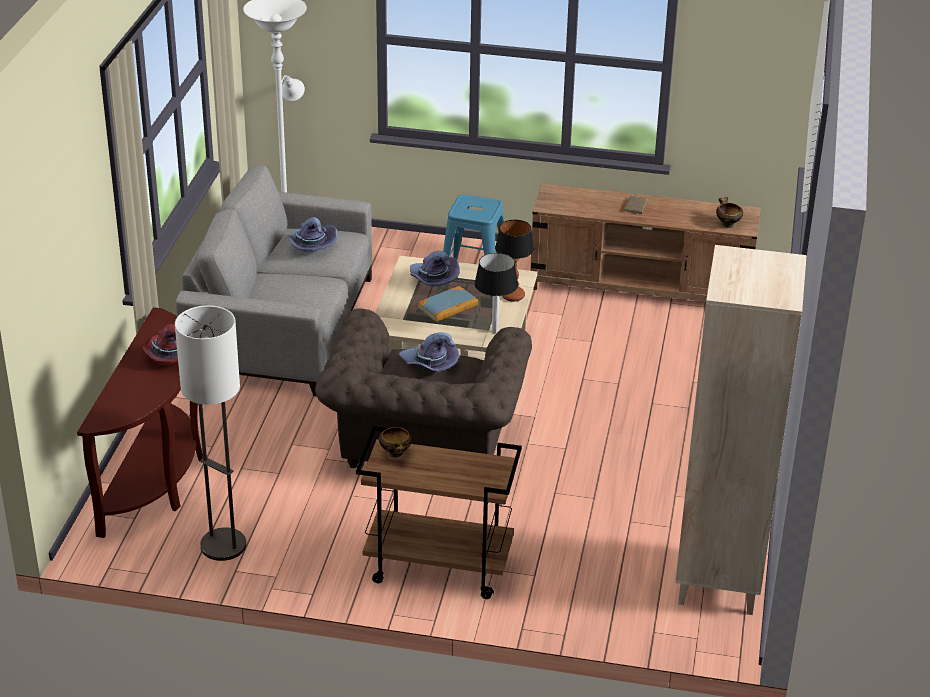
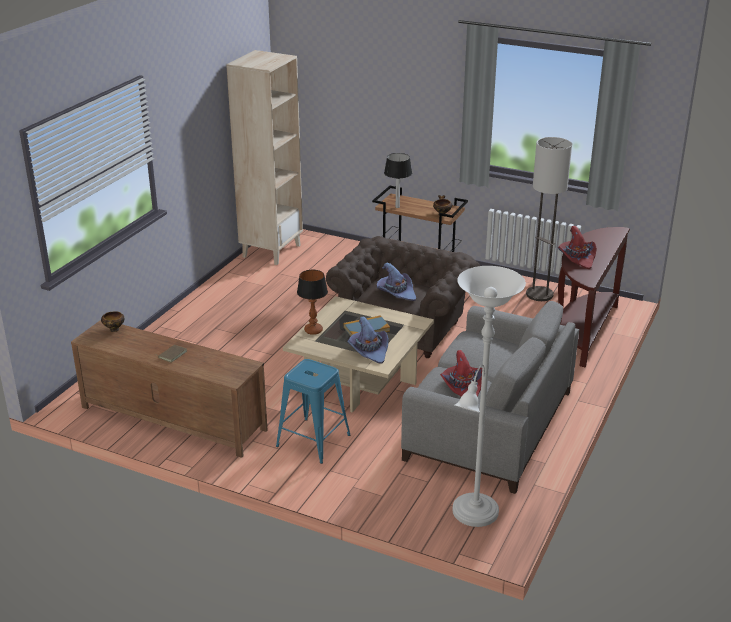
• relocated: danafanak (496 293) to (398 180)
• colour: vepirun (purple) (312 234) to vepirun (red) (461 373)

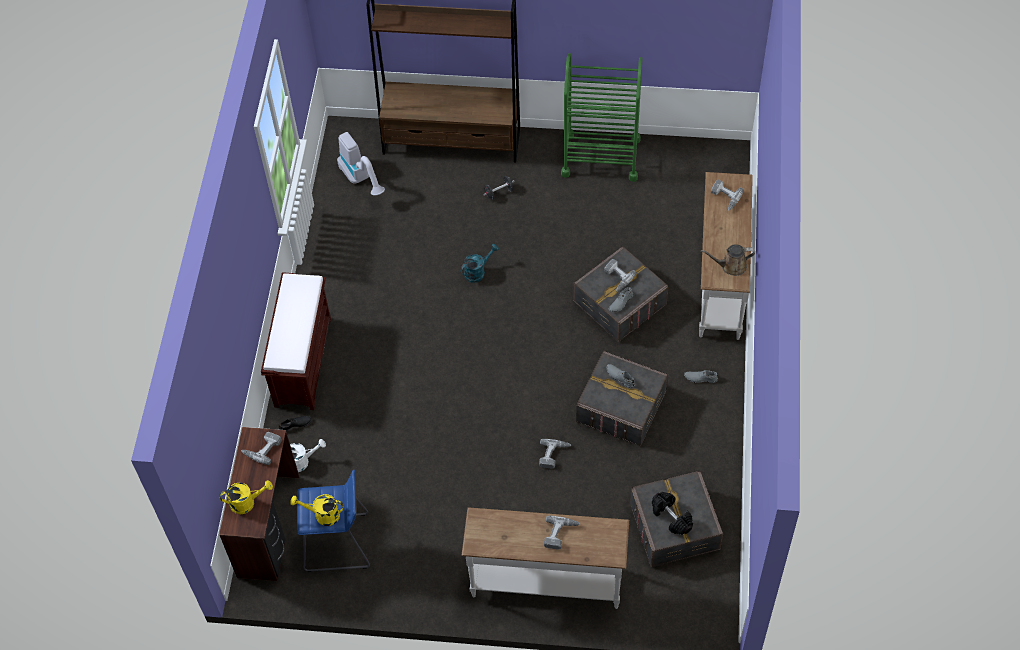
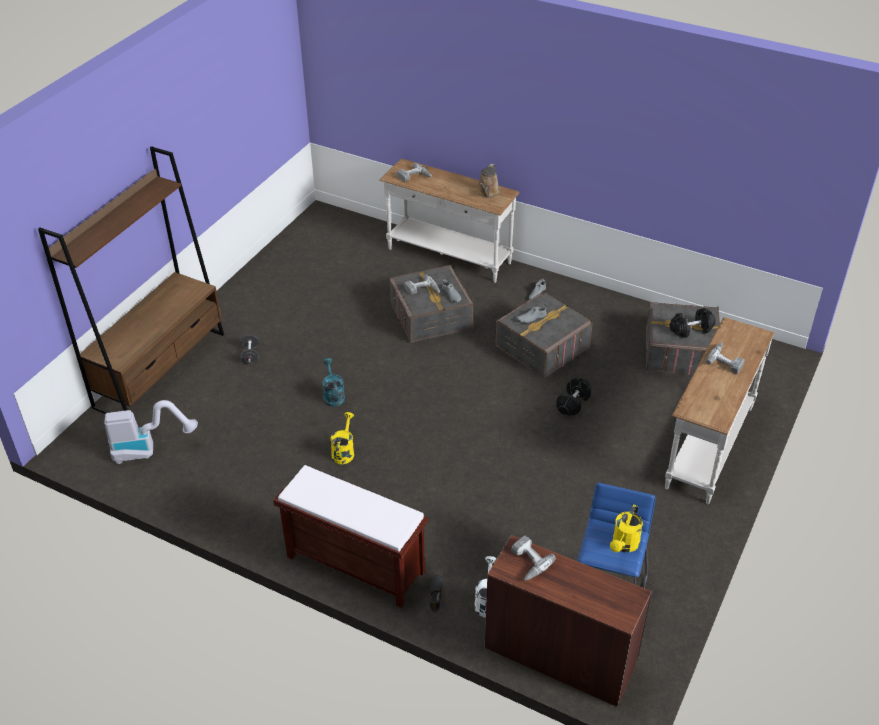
• missing: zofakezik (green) (602 117)
• relocated: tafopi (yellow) (246 497) to (342 438)
• exchanged: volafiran (555 453) to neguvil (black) (573 396)

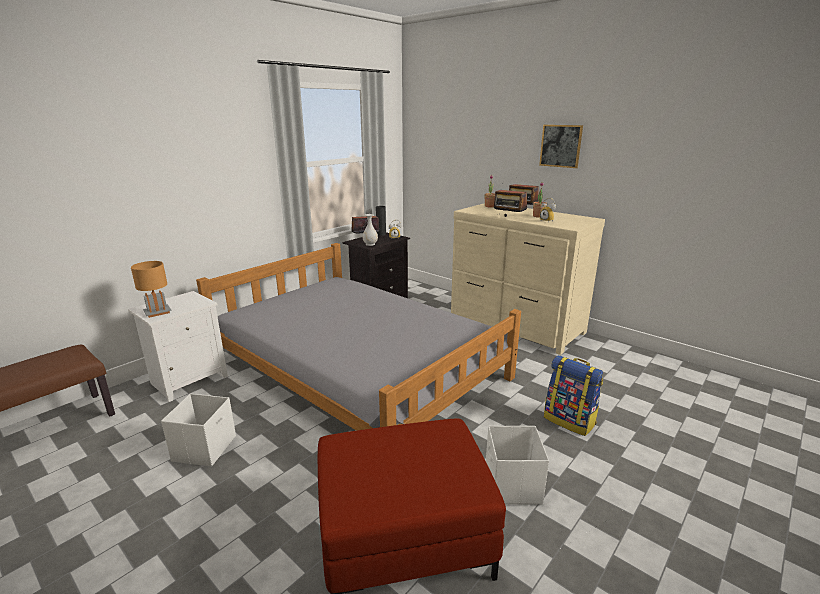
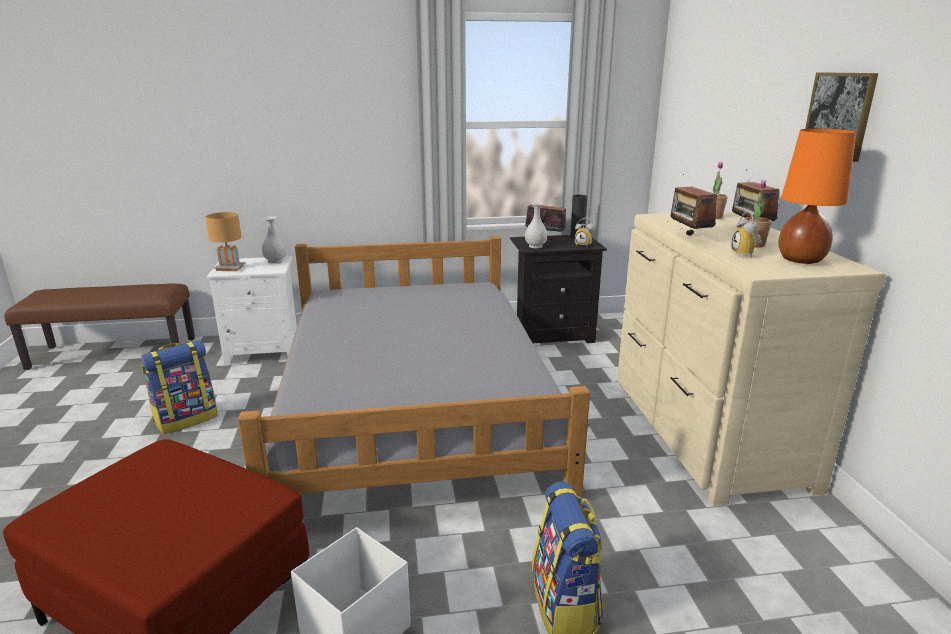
• appeared: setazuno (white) (274 239)
• appeared: danafanak (orange) (817 196)
• exchanged: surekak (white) (198 429) to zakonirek (179 387)

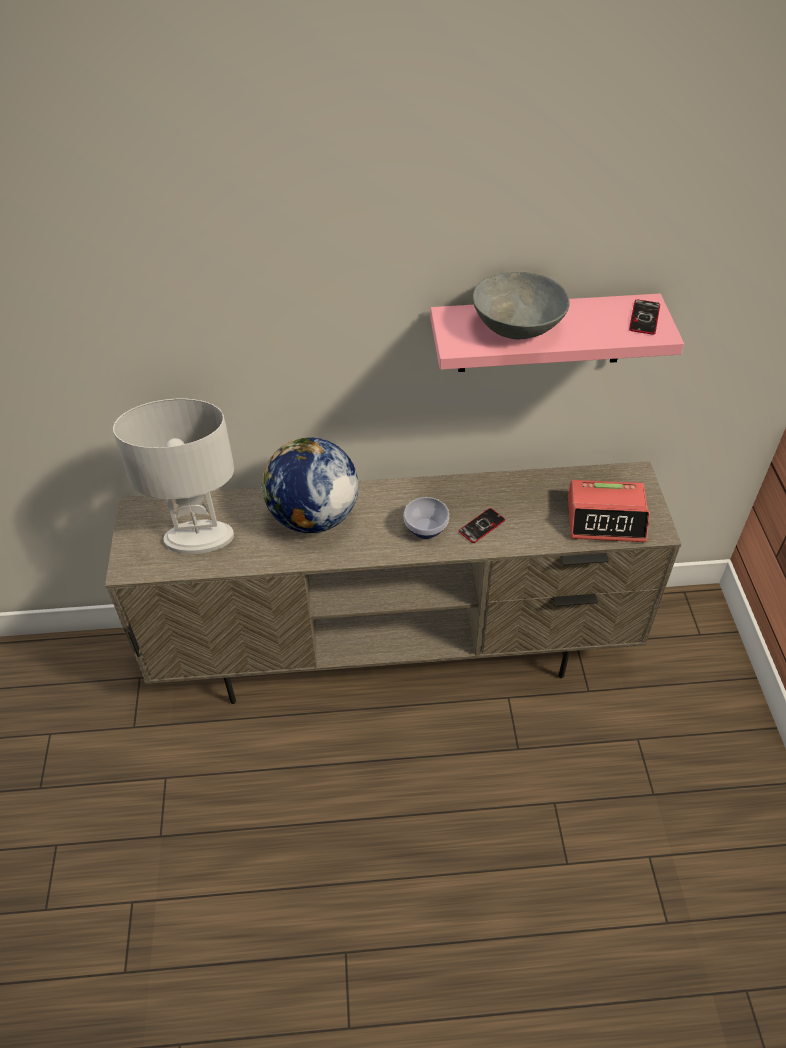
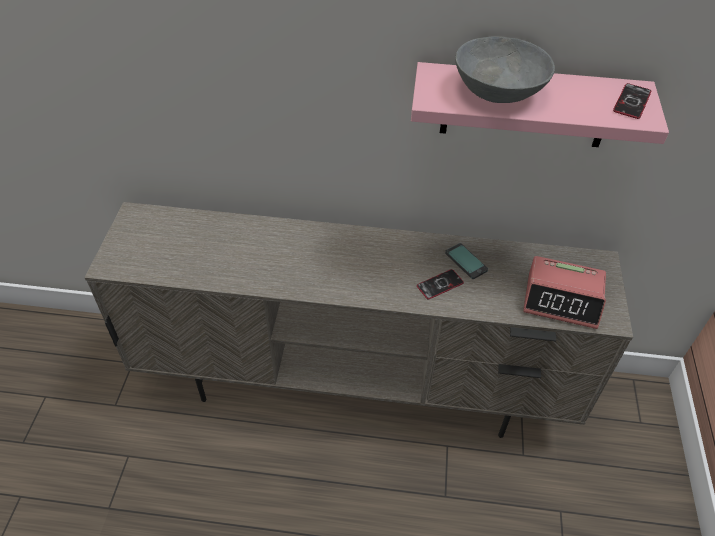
• missing: danafanak (white) (173 476)
• missing: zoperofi (310 485)
• missing: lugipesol (426 518)
• appeared: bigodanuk (466 261)

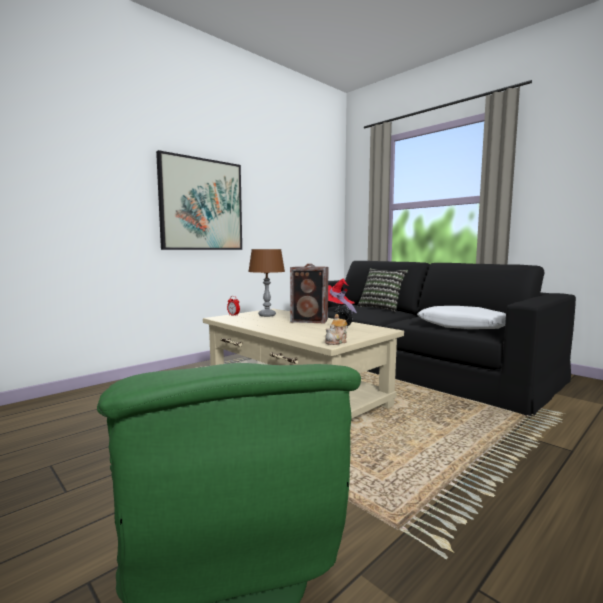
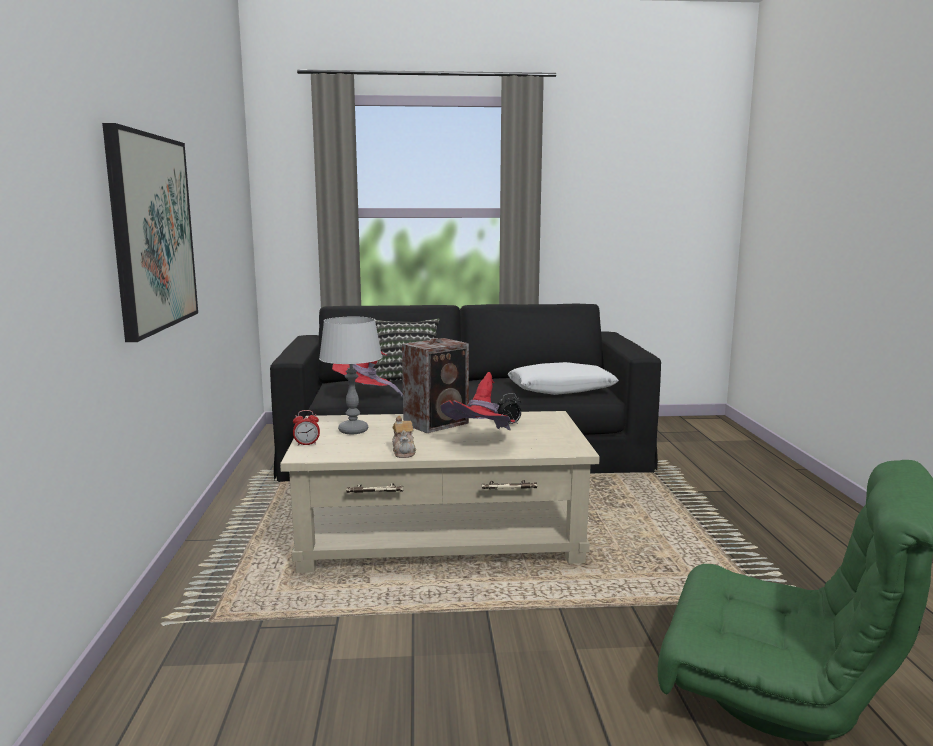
• appeared: vepirun (red) (477 401)
• relocated: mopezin (336 329) to (404 437)
• colour: danafanak (brown) (266 283) to danafanak (grey) (350 375)

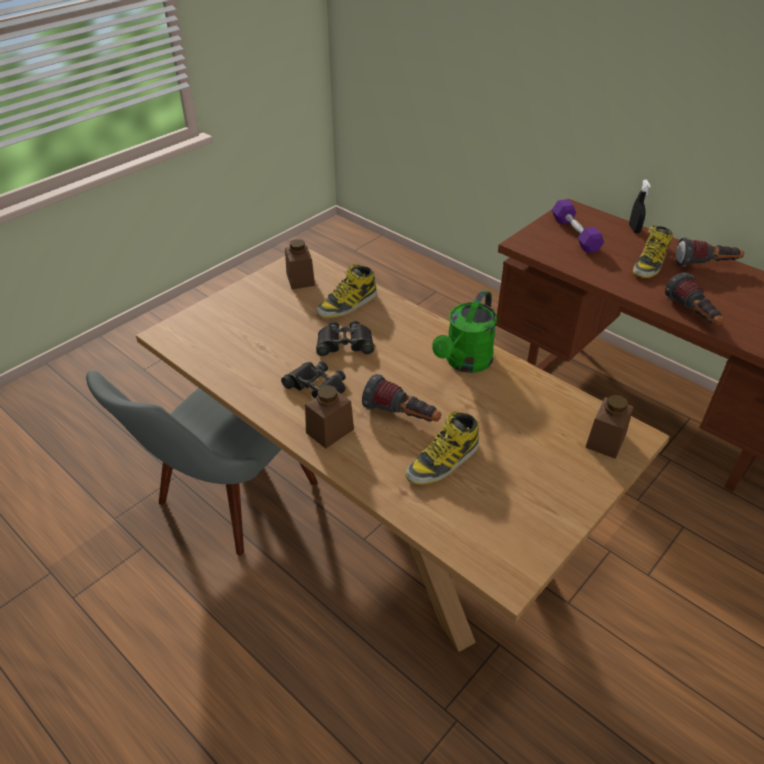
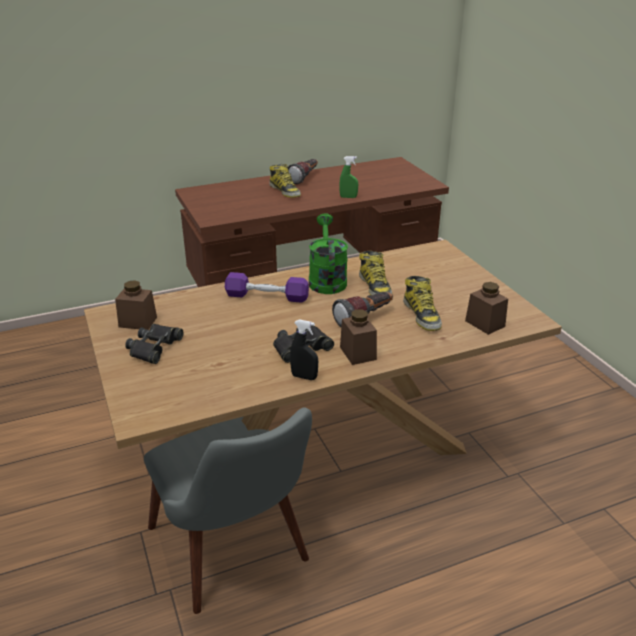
• relocated: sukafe (346 291) to (375 273)
• relocated: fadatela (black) (345 338) to (154 344)
• relocated: neguvil (purple) (578 226) to (267 287)
• relocated: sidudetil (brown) (609 427) to (486 308)
• relocated: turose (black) (640 206) to (304 349)
• exchanged: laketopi (694 298) to turose (green) (348 177)
• spun: tafopi (green) (464 331) = (328 253) 150 degrees counterclockwise

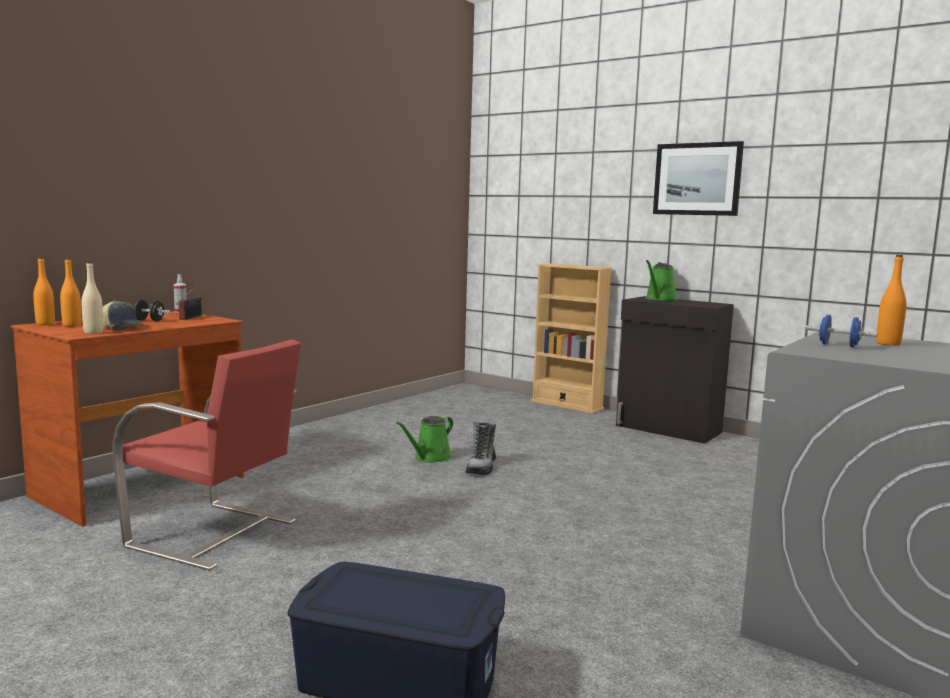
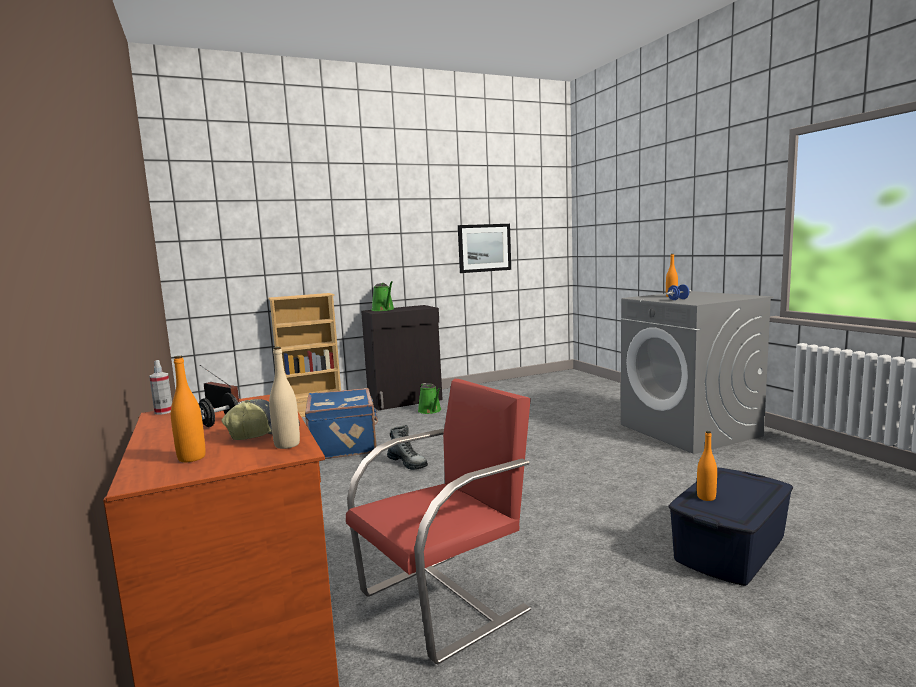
• appeared: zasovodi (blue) (341 423)
• relocated: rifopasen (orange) (44 291) to (707 466)
• relocated: tafopi (green) (424 439) to (429 398)
• relocated: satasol (698 178) to (484 248)

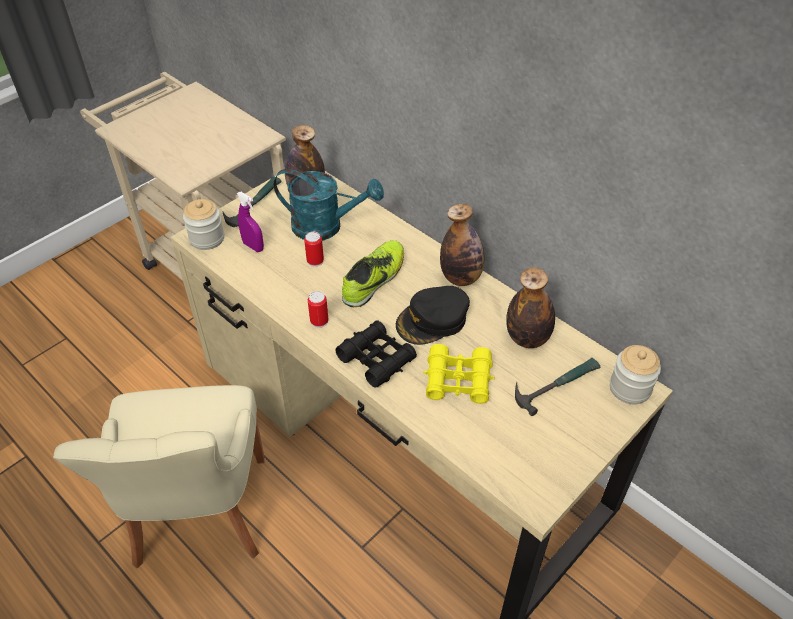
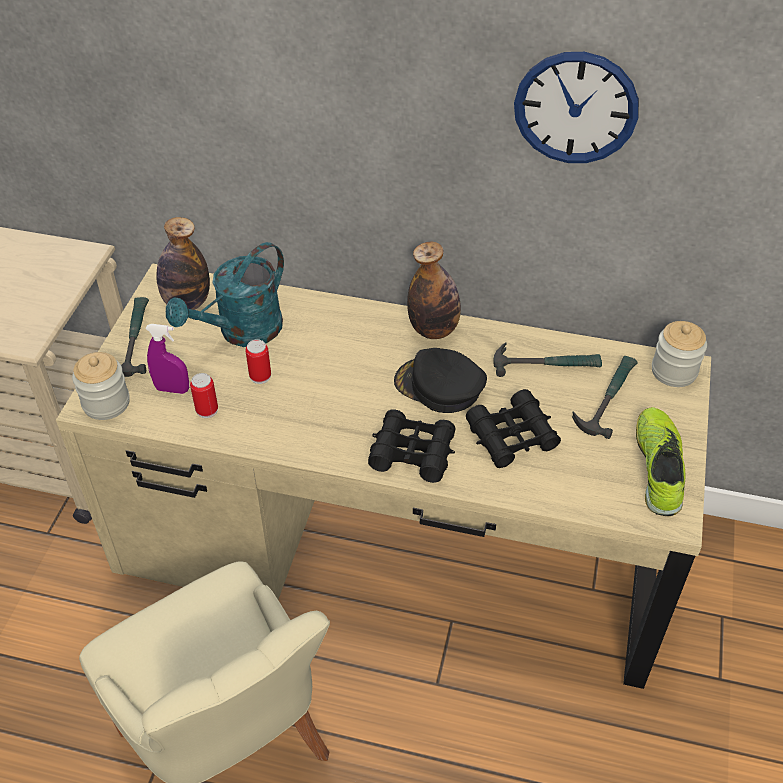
• appeared: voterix (576 107)
• relocated: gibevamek (318 309) to (204 395)
• relocated: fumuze (373 273) to (661 461)
• exchanged: rifopasen (530 307) to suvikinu (547 360)
• colour: fadatela (yellow) (459 374) to fadatela (black) (513 428)
• spun: tafopi (turquoise) (329 205) = (225 294) 150 degrees clockwise
• spun: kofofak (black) (433 315) = (440 380) 90 degrees clockwise

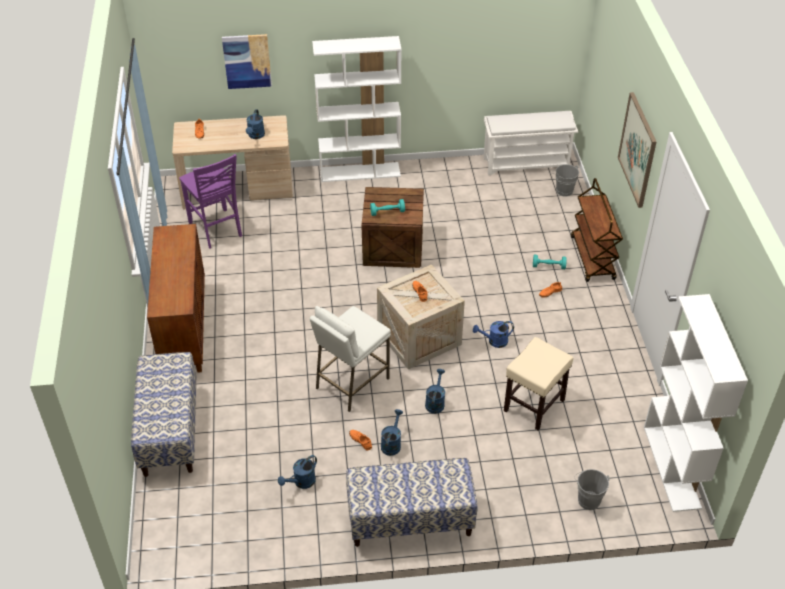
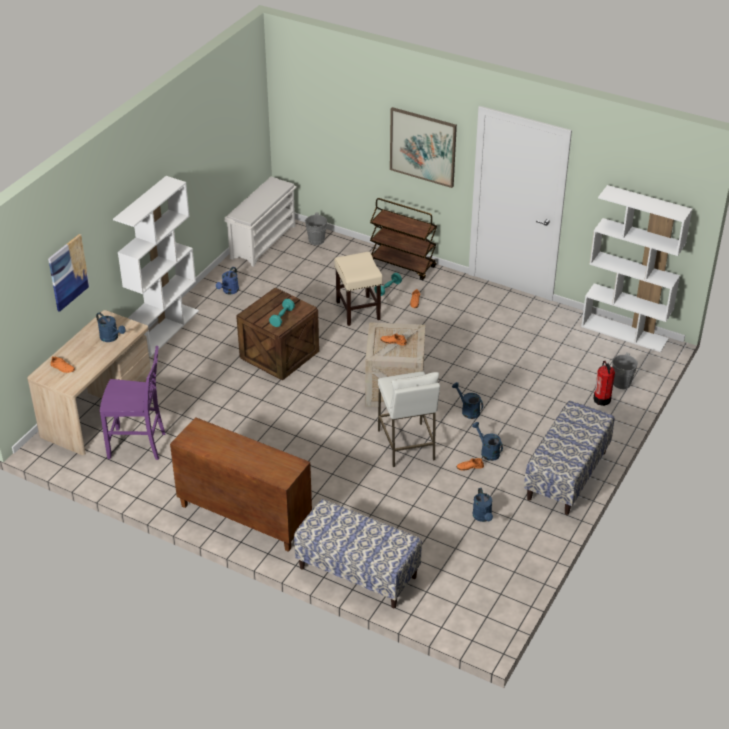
• appeared: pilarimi (604 383)
• relocated: tafopi (blue) (493 334) to (227 280)
• relocated: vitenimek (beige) (538 383) to (358 289)

